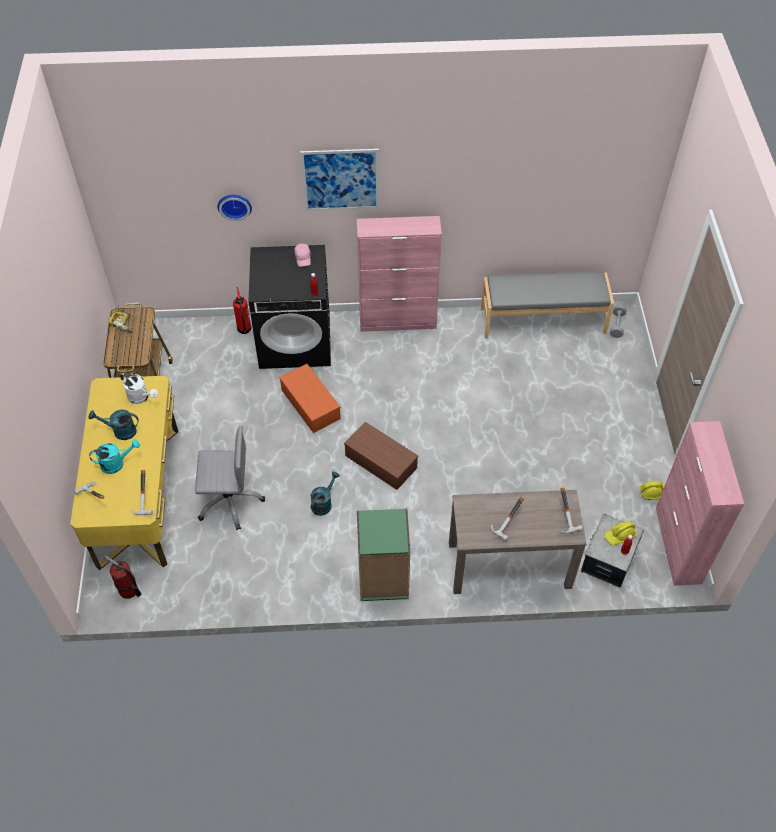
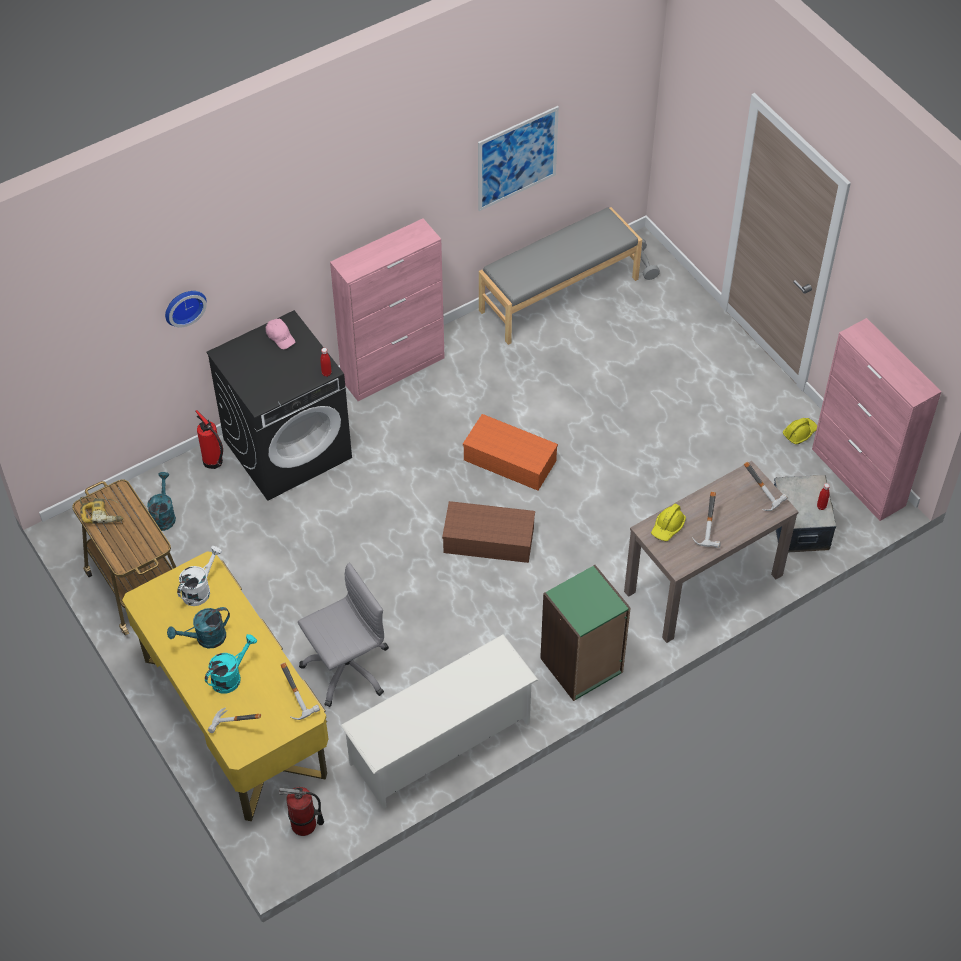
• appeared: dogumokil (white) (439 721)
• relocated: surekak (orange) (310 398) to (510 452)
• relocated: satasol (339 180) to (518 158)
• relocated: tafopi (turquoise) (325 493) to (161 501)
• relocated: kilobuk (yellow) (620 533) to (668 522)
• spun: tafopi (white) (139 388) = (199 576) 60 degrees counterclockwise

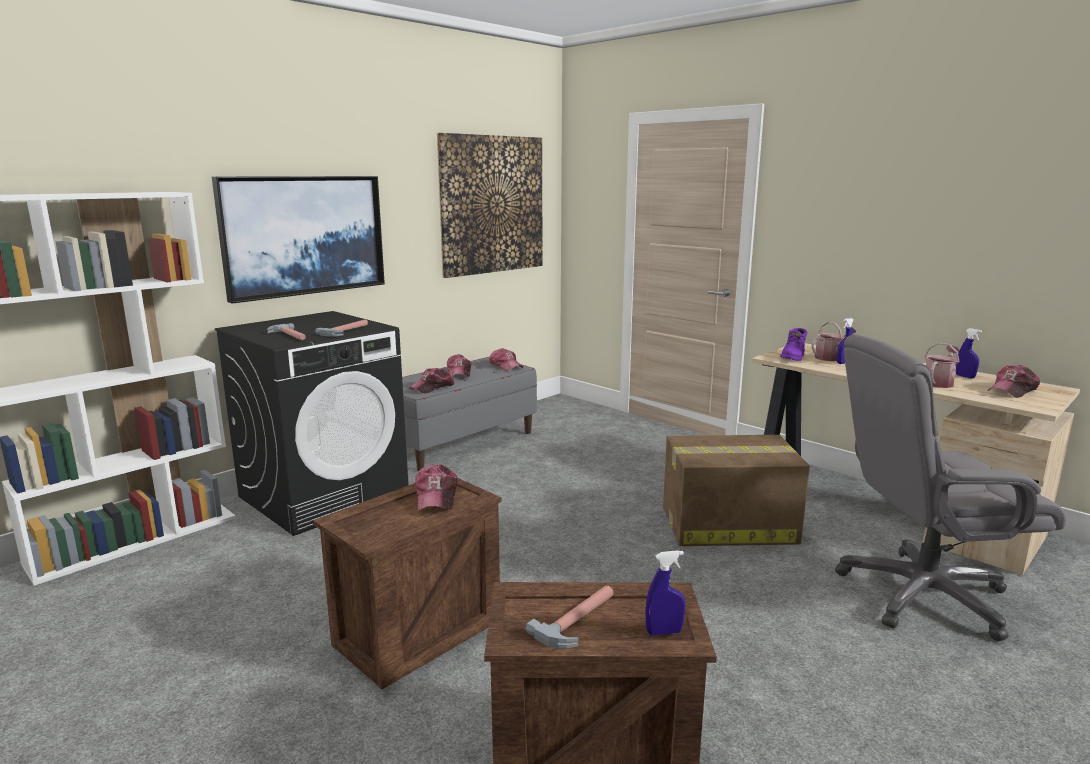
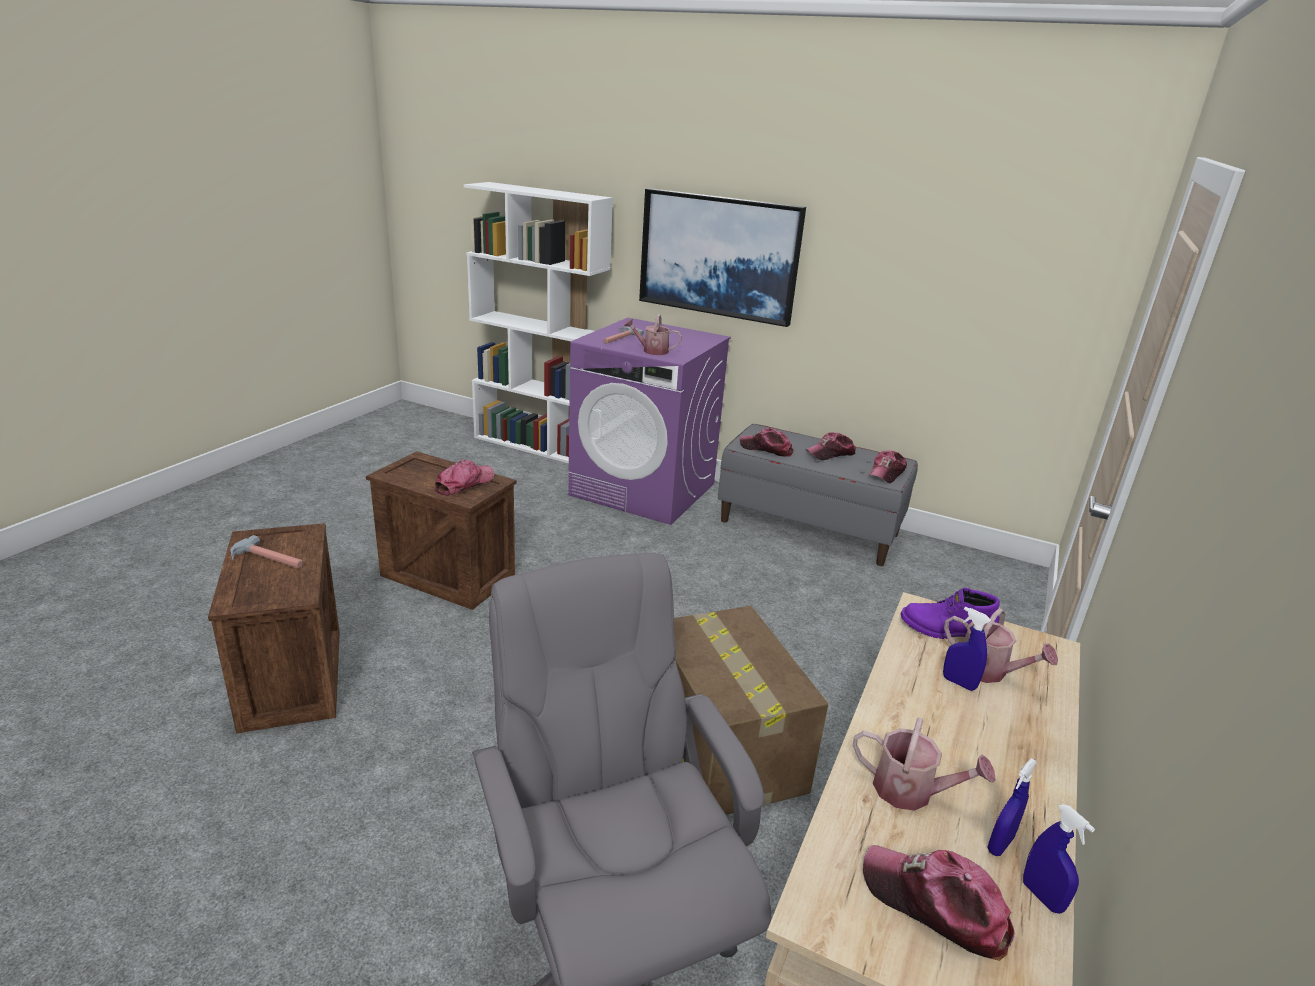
• missing: satasol (489 205)
• relocated: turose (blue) (665 593) to (1059 859)
• exchanged: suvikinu (341 328) to tafopi (653 334)
• colour: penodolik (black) (312 423) to penodolik (purple) (649 421)
• spun: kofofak (436 487) = (464 478) 150 degrees clockwise

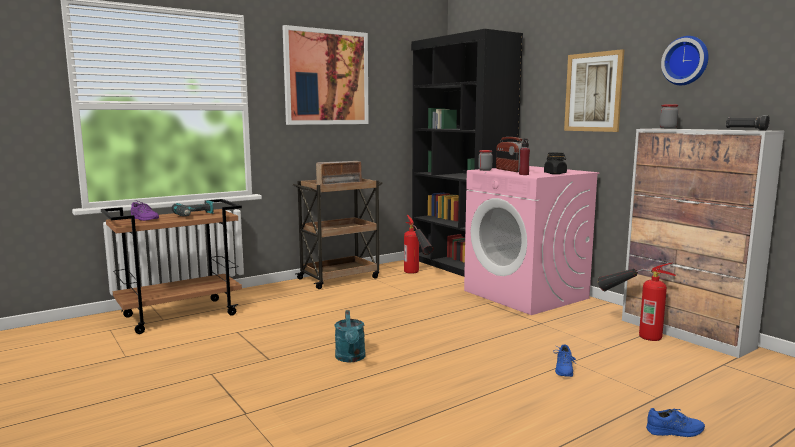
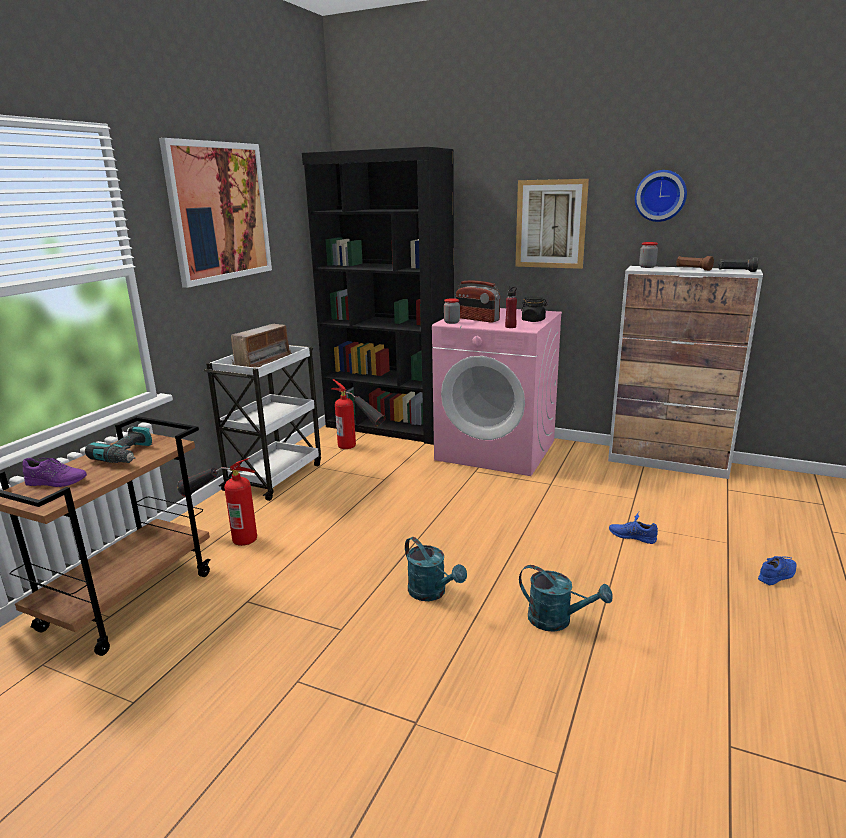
• appeared: tafopi (turquoise) (566 598)
• appeared: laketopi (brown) (695 263)
• relocated: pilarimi (637 302) to (217 502)
• colour: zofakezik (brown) (338 234) to zofakezik (white) (262 423)
• spun: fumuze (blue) (564 361) = (633 528) 135 degrees clockwise

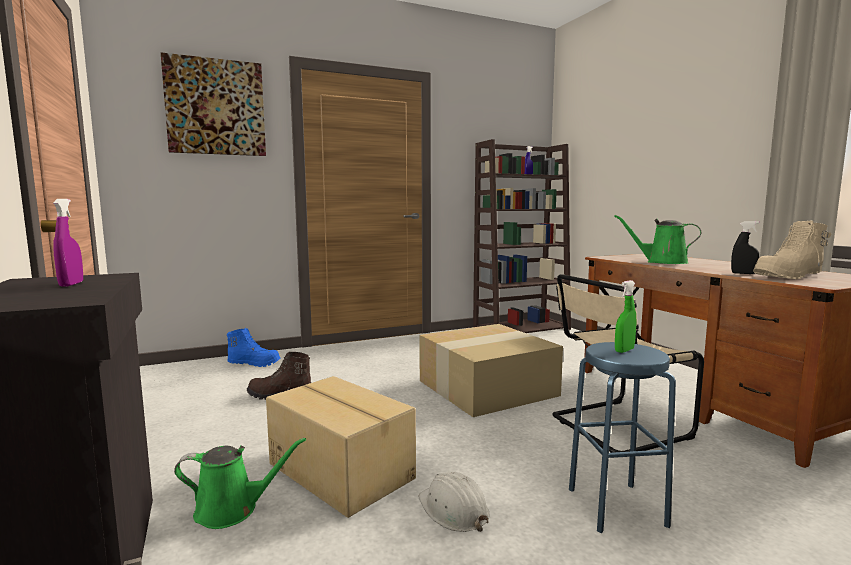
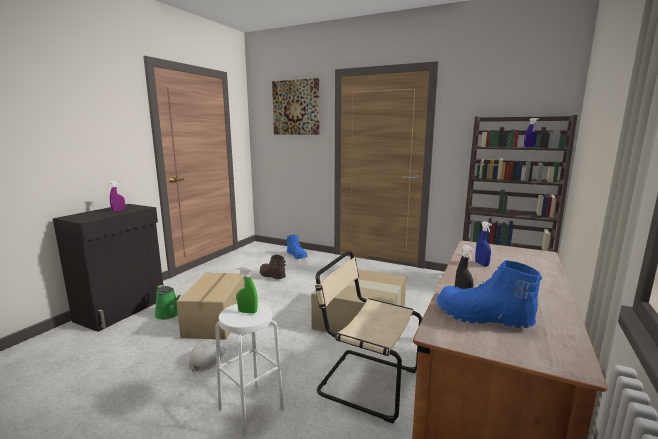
• exchanged: tafopi (green) (657 239) to turose (blue) (483 244)
• colour: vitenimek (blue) (622 437) to vitenimek (white) (249 369)
• colour: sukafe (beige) (792 250) to sukafe (blue) (489 294)

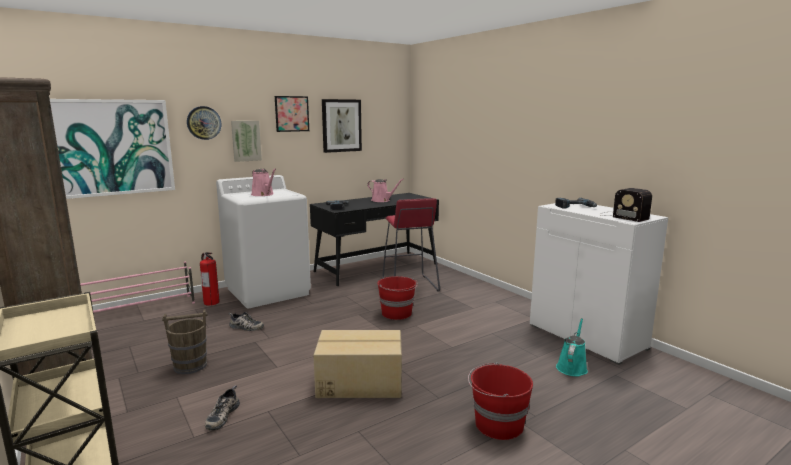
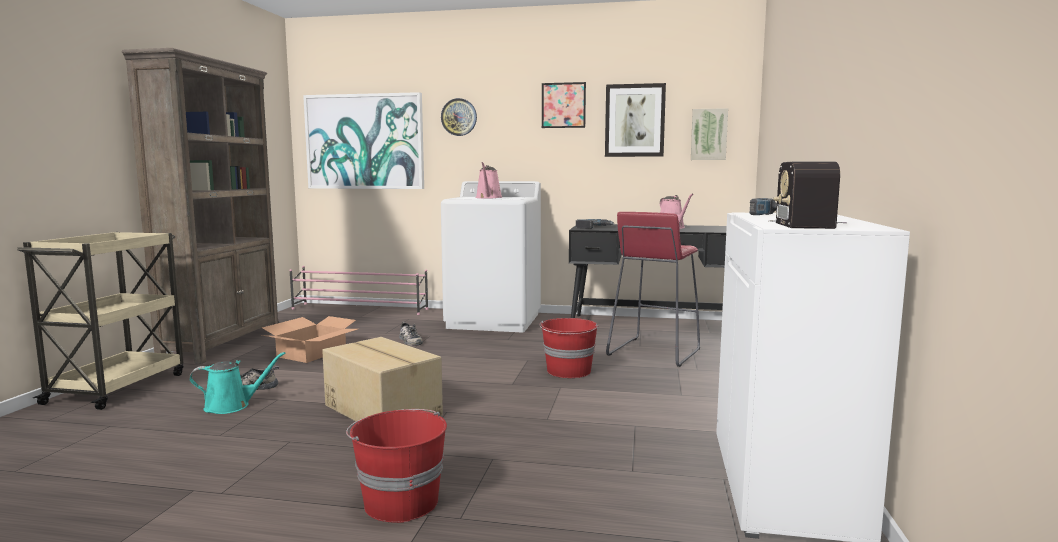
• missing: pilarimi (210 279)
• relocated: satasol (246 141) to (709 134)
• relocated: tafopi (turquoise) (572 347) to (237 383)
• exchanged: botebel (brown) (184 341) to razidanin (310 339)

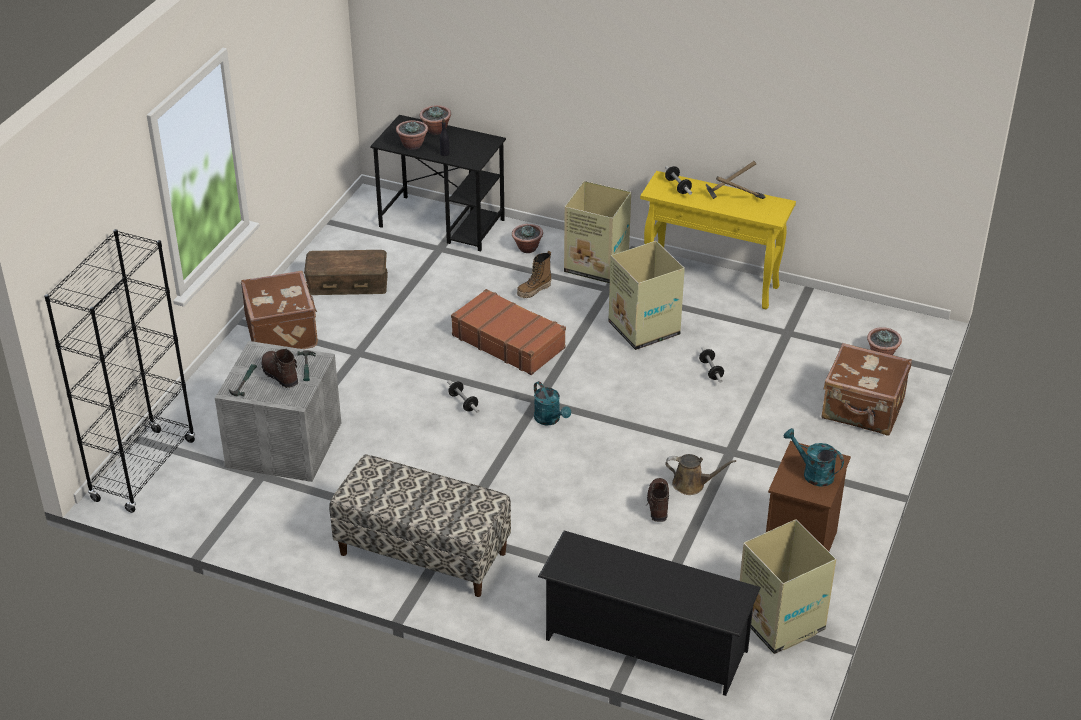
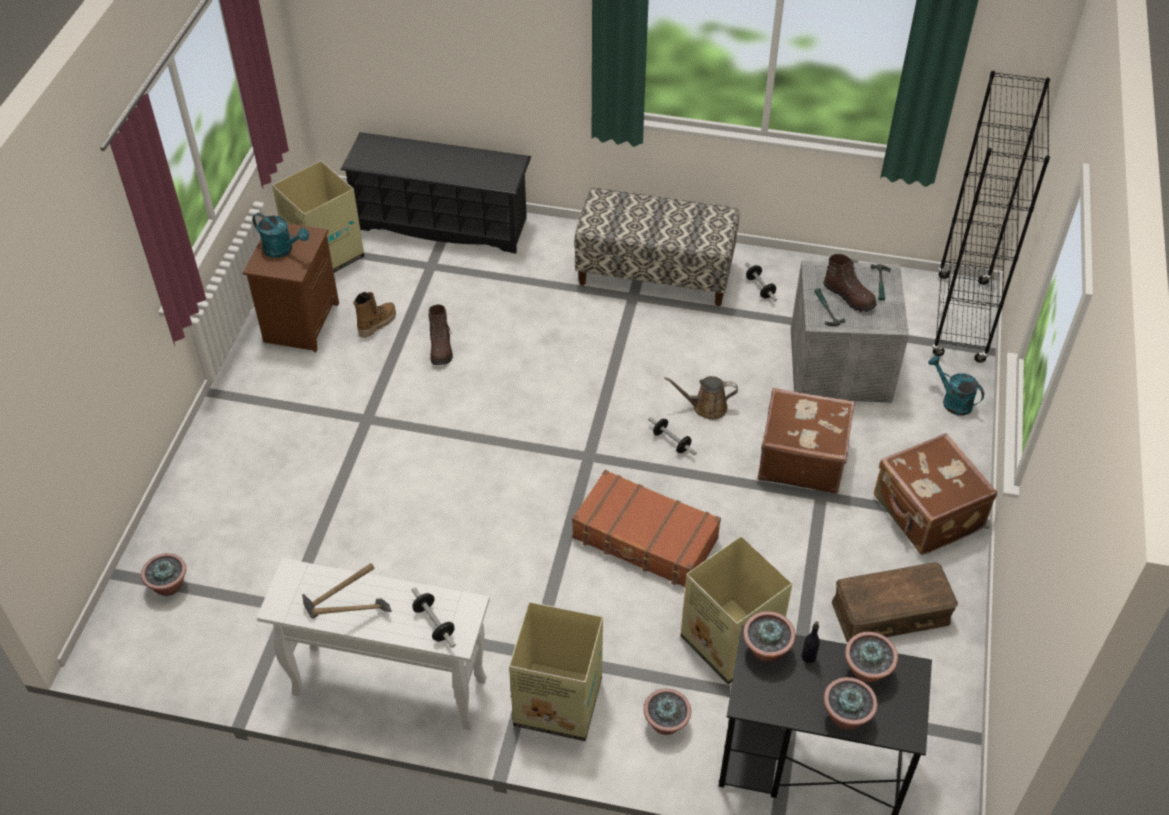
• appeared: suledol (769 636)
• relocated: sukafe (534 274) to (374 315)
• relocated: tafopi (turquoise) (552 403) to (956 386)
• relocated: razidanin (646 295) to (736 610)
• relocated: tafopi (brown) (700 474) to (701 398)
• relocated: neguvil (711 365) to (761 282)
• relocated: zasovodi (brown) (867 389) to (806 441)
• colour: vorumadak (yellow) (718 240) to vorumadak (white) (373 644)

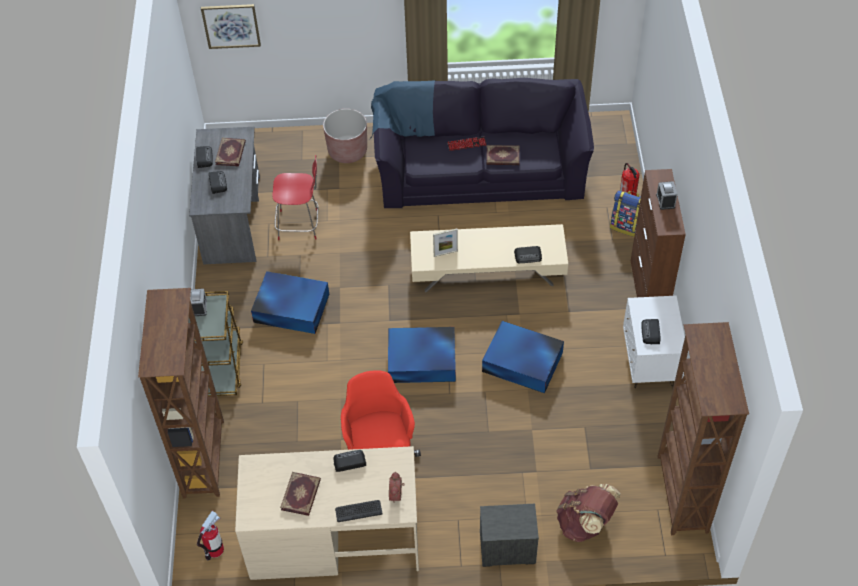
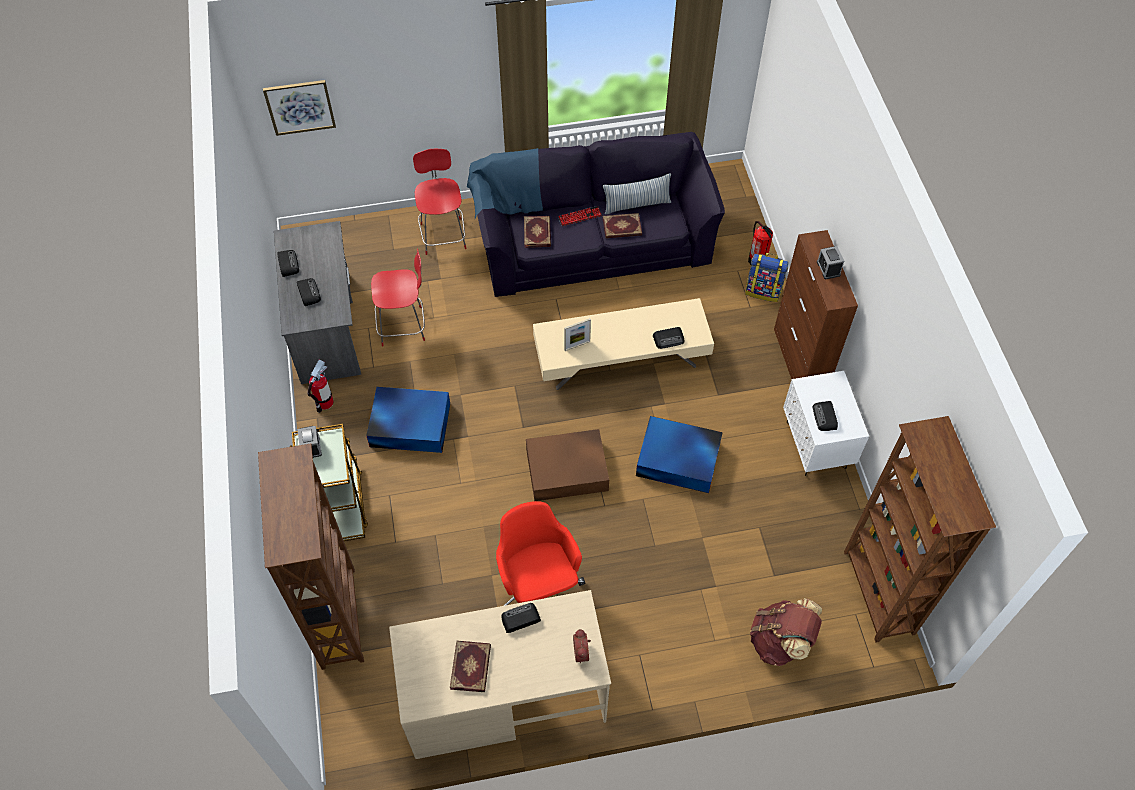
• missing: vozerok (358 511)
• missing: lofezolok (509 535)
• appeared: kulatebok (637 193)
• relocated: pilarimi (210 535) to (320 386)
• relocated: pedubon (230 152) to (537 232)
• exchanged: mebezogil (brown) (345 136) to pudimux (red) (440 202)
• colour: surekak (blue) (422 355) to surekak (brown) (567 465)

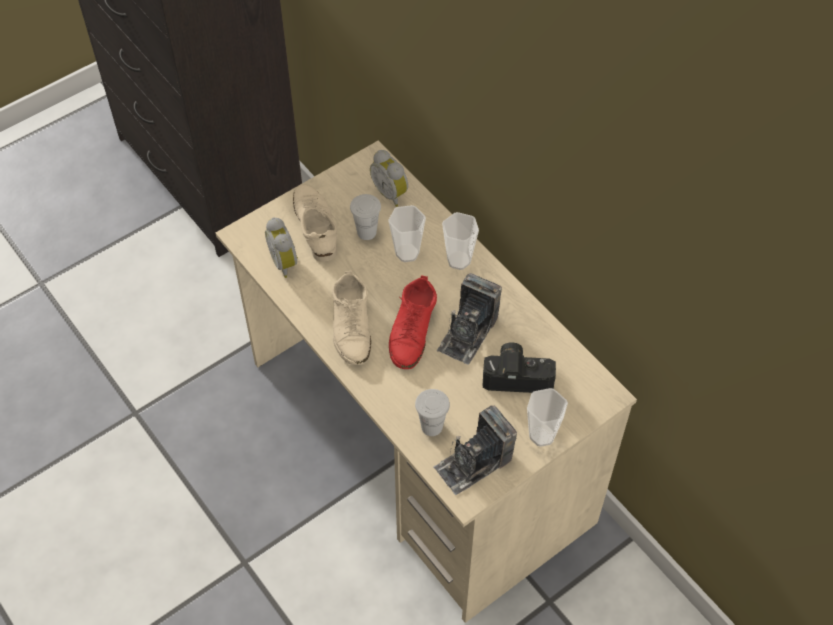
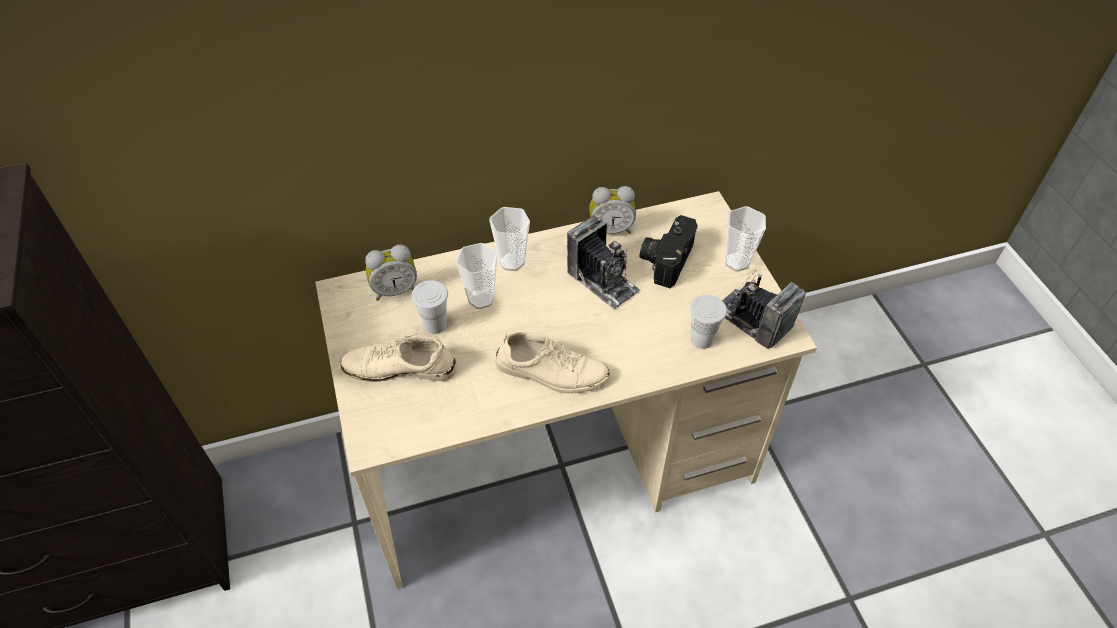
• missing: fumuze (red) (413 322)
• relocated: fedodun (281 247) to (612 210)
• spun: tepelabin (475 450) = (764 309) 150 degrees clockwise

